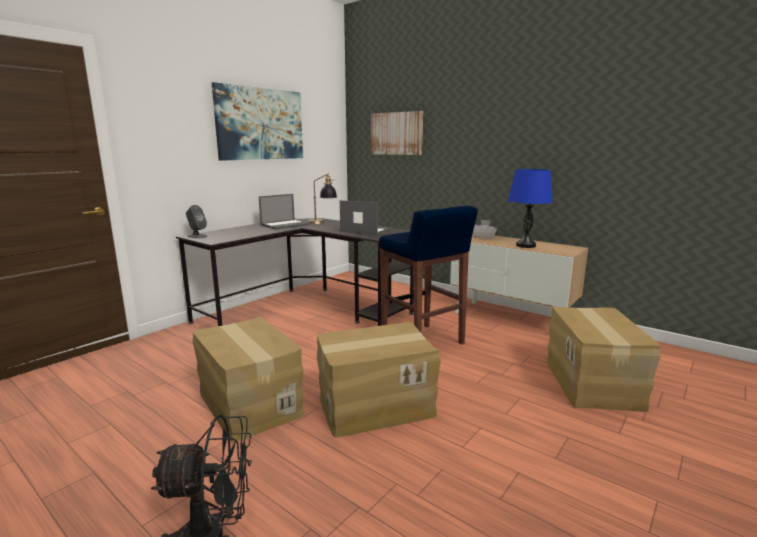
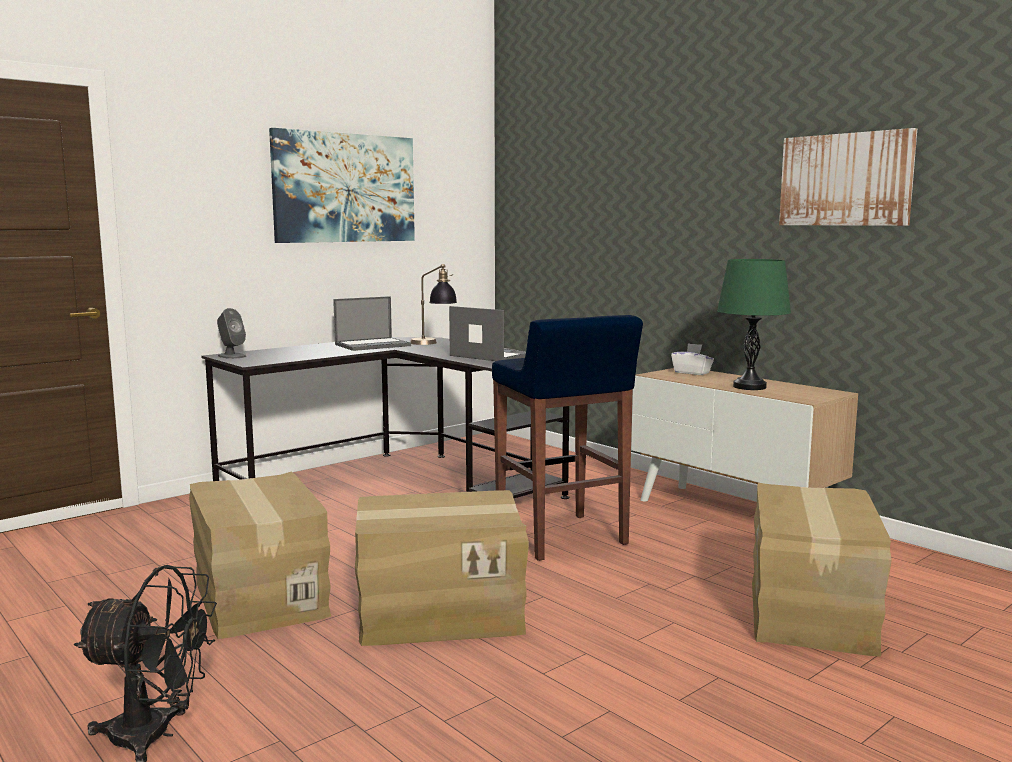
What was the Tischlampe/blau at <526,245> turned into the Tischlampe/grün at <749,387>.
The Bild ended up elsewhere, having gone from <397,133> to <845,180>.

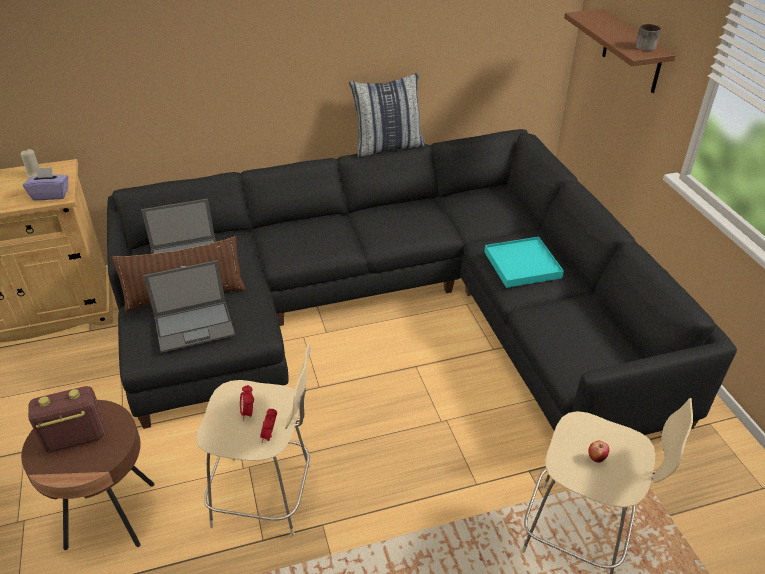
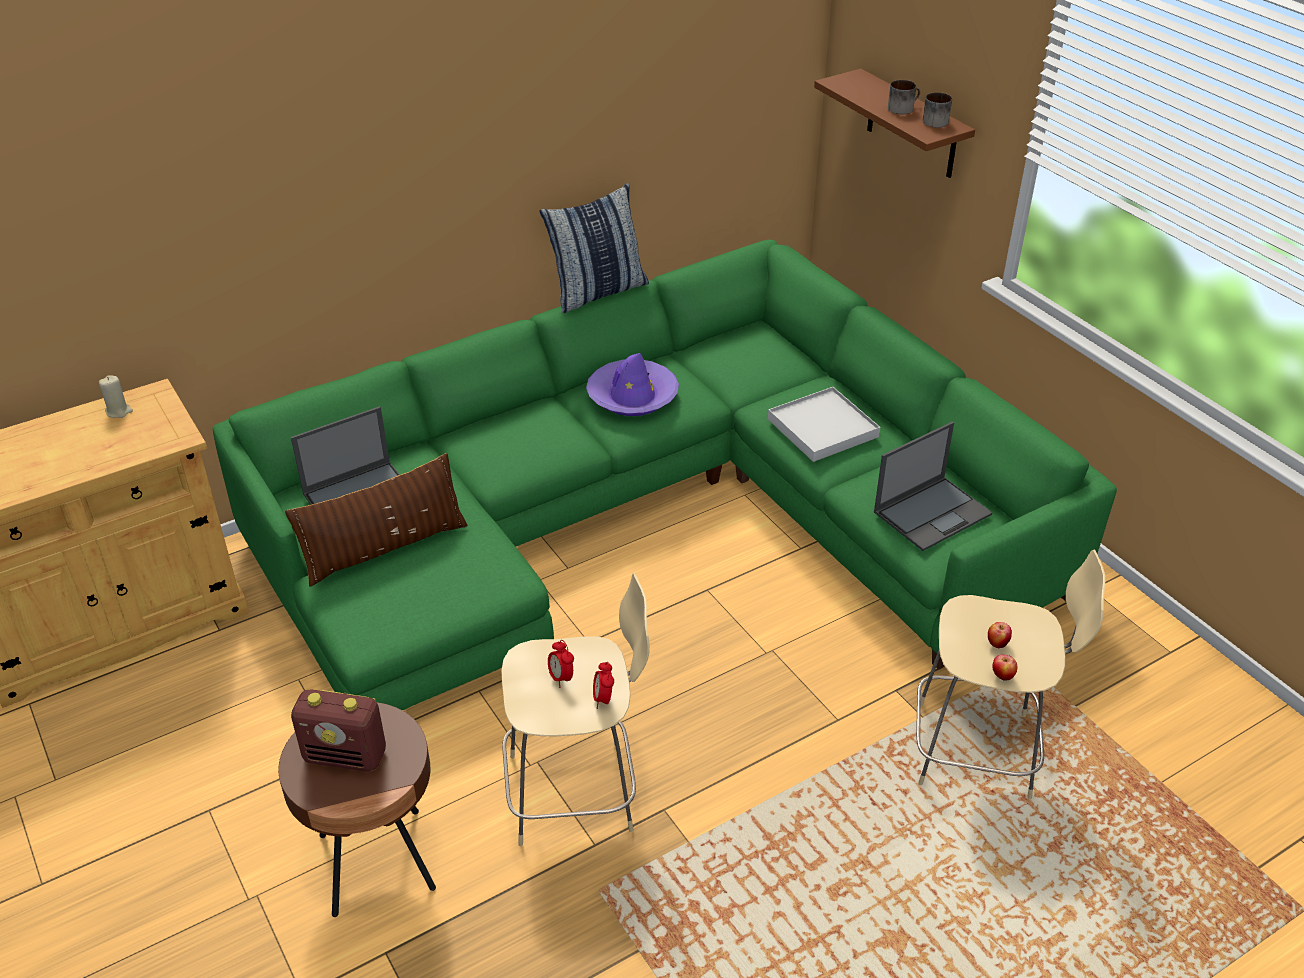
What was the Sofa/schwarz at <396,308> turned into the Sofa/grün at <650,517>.
The Radio at <75,439> ended up facing another way, 135 degrees counterclockwise from before.
The second view gained the Hut/lila at <632,396>.
What was the Tablett/türkis at <522,265> turned into the Tablett/weiß at <822,428>.
The Laptop ended up elsewhere, having gone from <195,326> to <933,512>.
The second view gained the Henkelbecher at <902,108>.
The second view gained the Apfel at <1002,676>.
The second view lost the Taschentuchbox/lila at <51,195>.

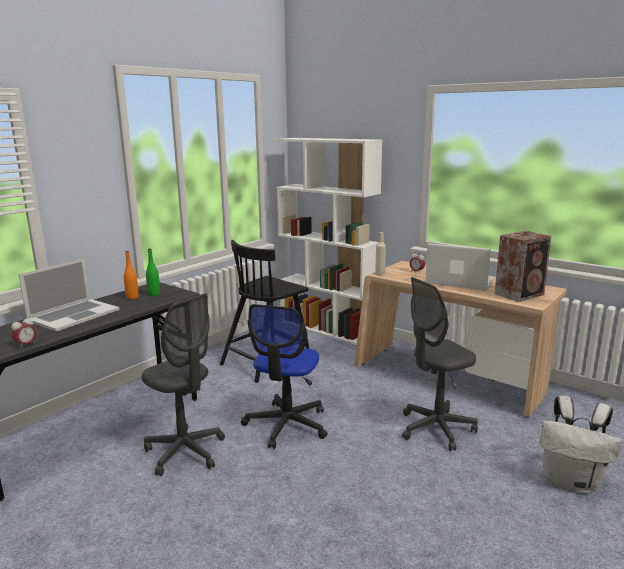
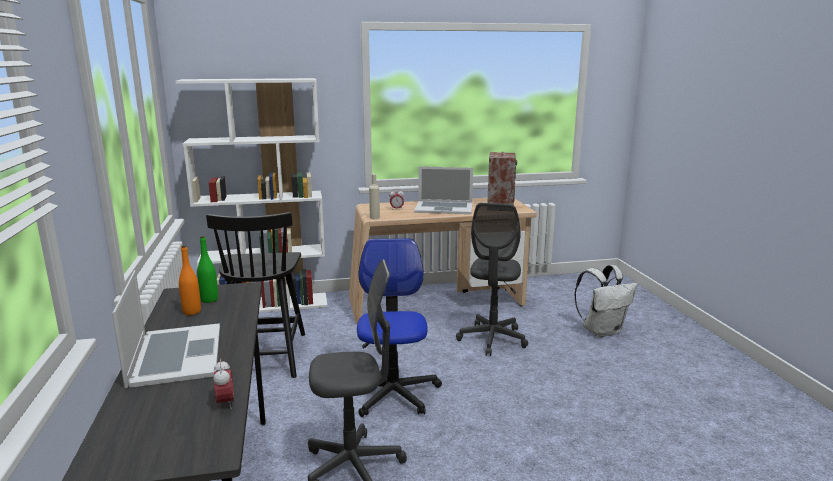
The Bürostuhl at <286,424> ended up facing another way, 150 degrees counterclockwise from before.
The Laptop at <459,281> ended up facing another way, 150 degrees counterclockwise from before.

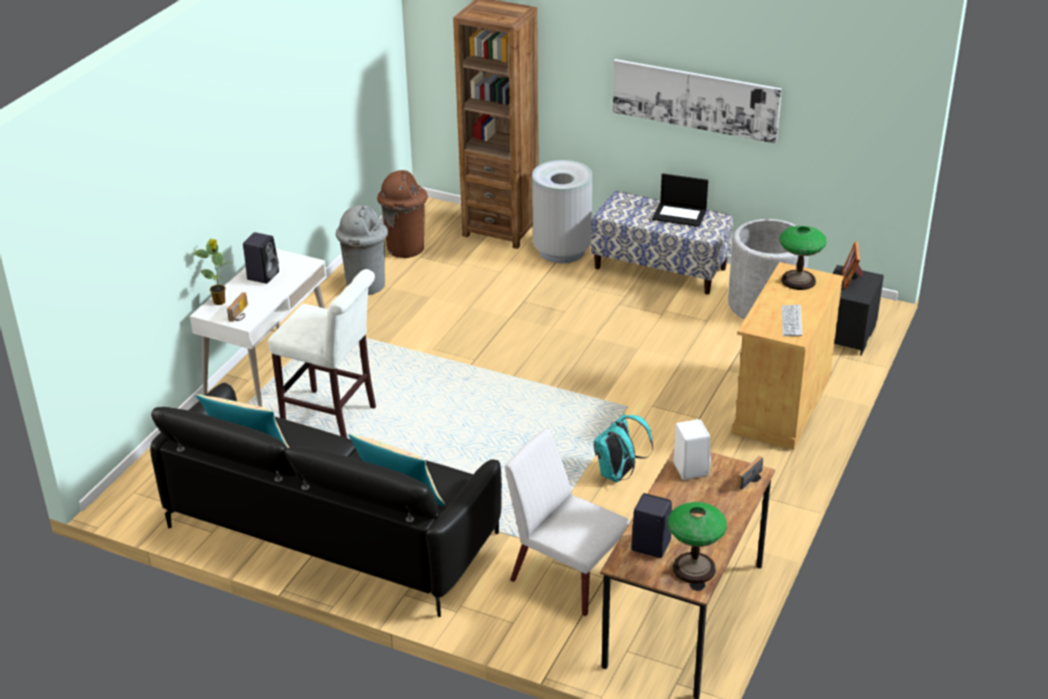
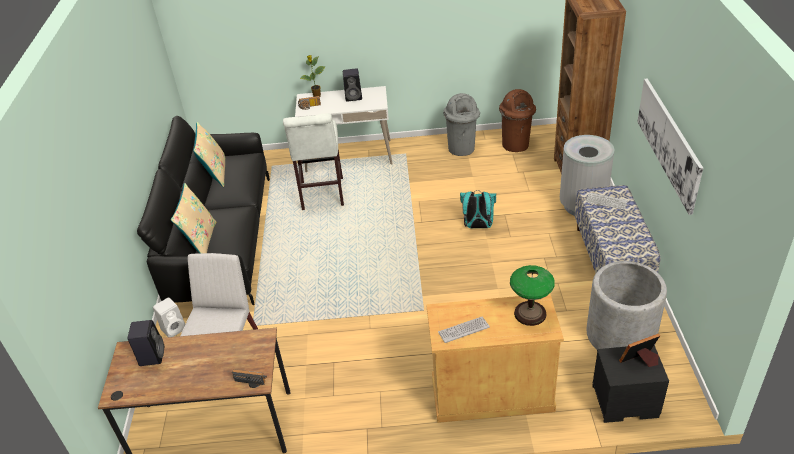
The Lautsprecher/weiß ended up elsewhere, having gone from <690,468> to <174,328>.
The Rucksack/türkis ended up elsewhere, having gone from <618,474> to <477,226>.
The second view gained the Tastatur at <606,202>.
The second view lost the Laptop at <680,214>.
The second view lost the Tischlampe at <694,568>.

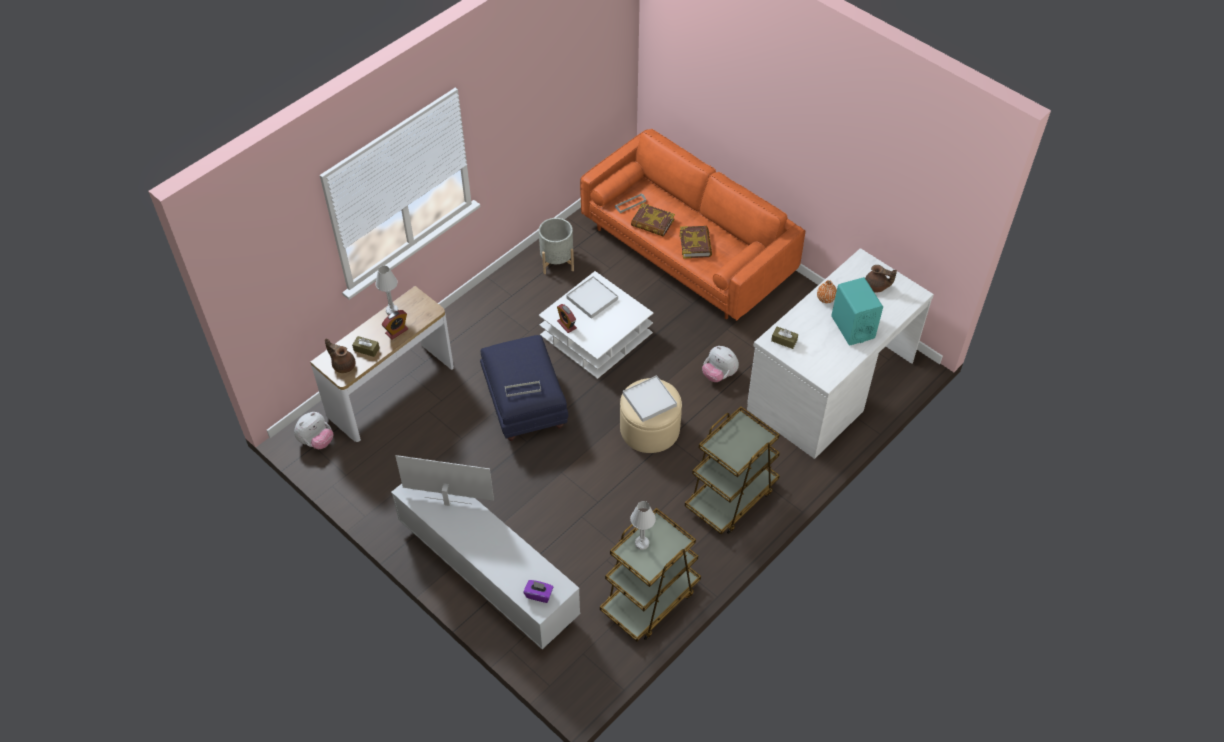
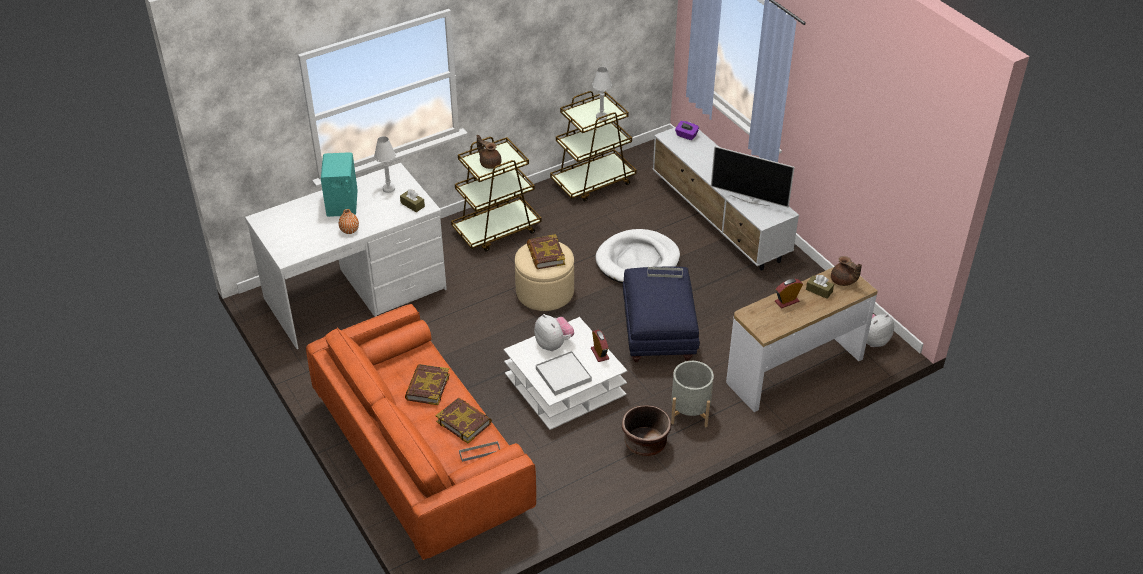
The Tischlampe/weiß ended up elsewhere, having gone from <392,310> to <389,189>.
The Teekanne/braun ended up elsewhere, having gone from <876,287> to <489,163>.
Where the Tablett/weiß stood at <649,400>, the Buch came to stand at <545,255>.
The Plüschtier ended up elsewhere, having gone from <719,374> to <553,344>.
The second view gained the Hundebett/weiß at <637,261>.
The second view gained the Pflanzkübel/braun at <645,444>.
The Pflanzkübel/grau ended up elsewhere, having gone from <557,261> to <690,412>.

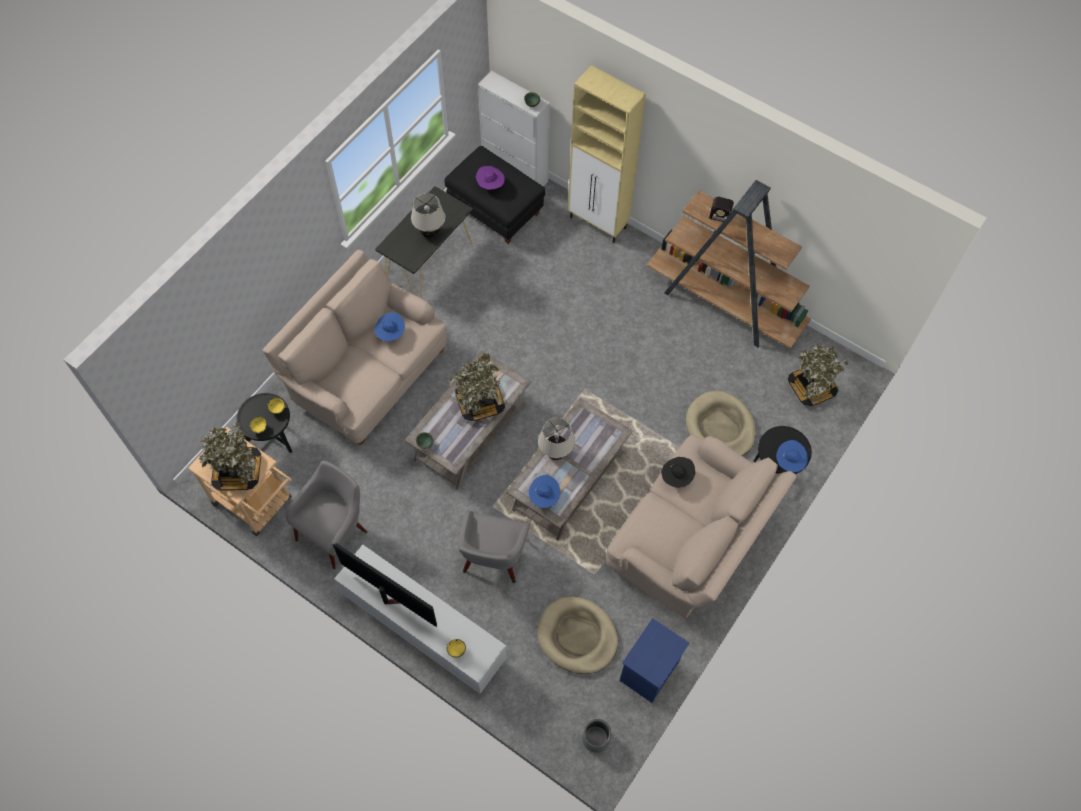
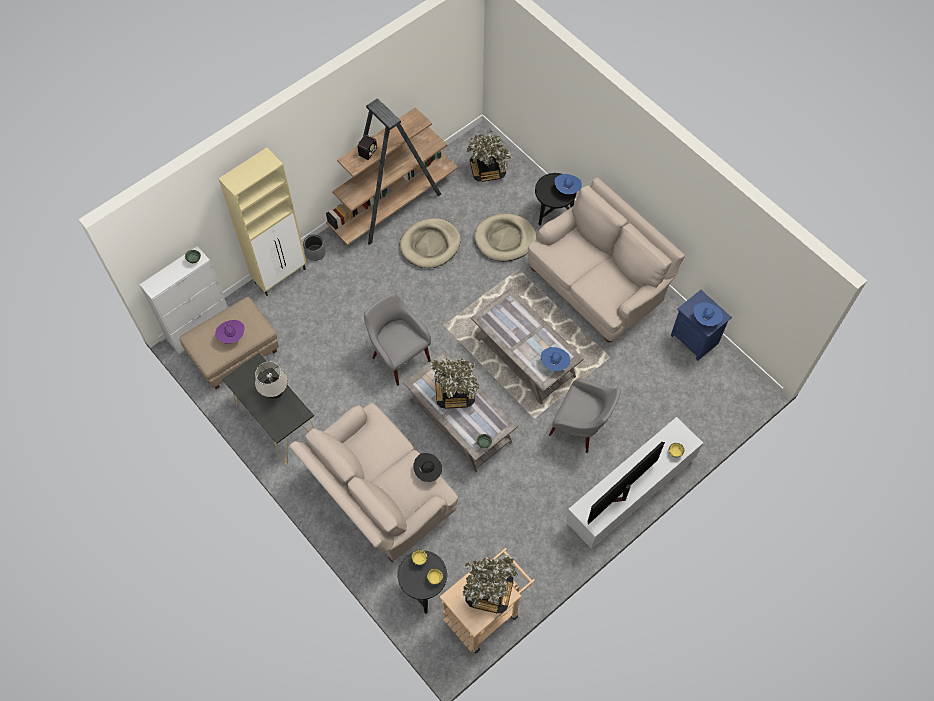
What was the Polsterhocker/schwarz at <494,209> turned into the Polsterhocker/beige at <234,354>.
The Pflanzkübel/grau ended up elsewhere, having gone from <595,738> to <315,253>.
The Sessel/grau ended up elsewhere, having gone from <334,531> to <399,356>.
The Hundebett/beige ended up elsewhere, having gone from <577,636> to <430,245>.
The Hut/schwarz ended up elsewhere, having gone from <676,477> to <428,472>.
The Hut/blau ended up elsewhere, having gone from <391,334> to <706,319>.
The second view lost the Tischlampe/beige at <555,453>.

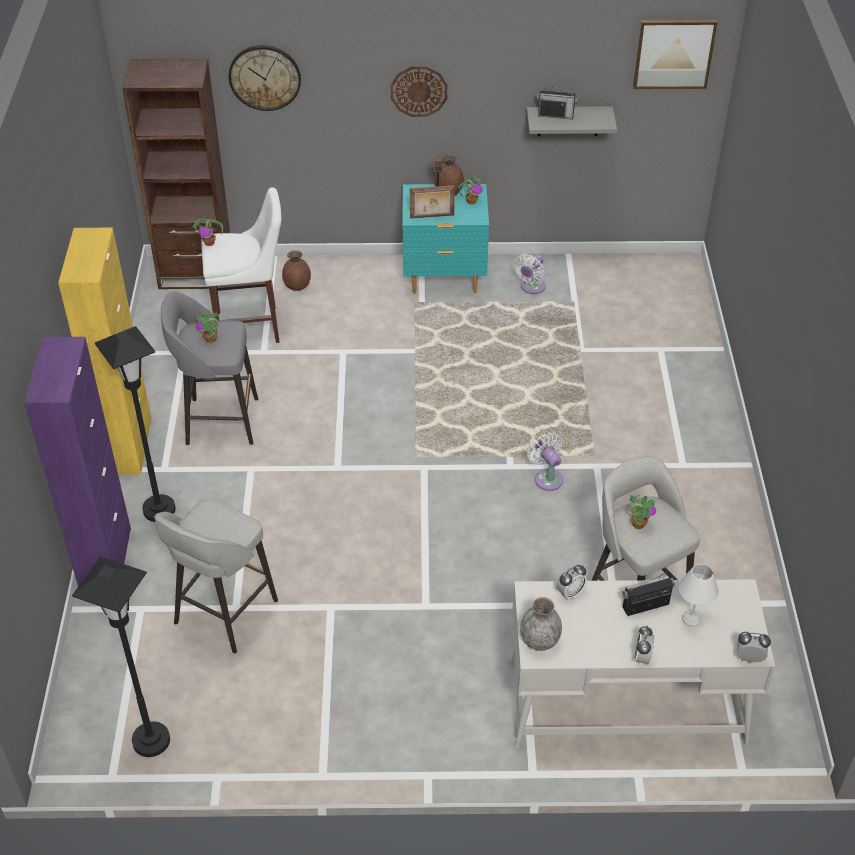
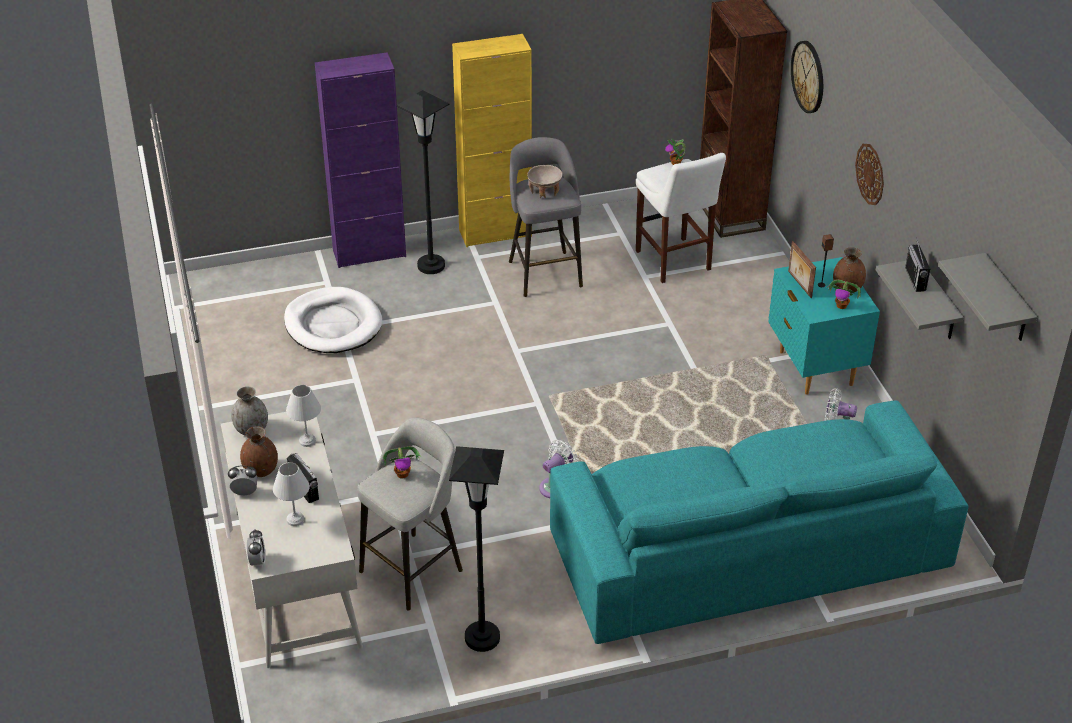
The Vase/braun ended up elsewhere, having gone from <297,286> to <261,470>.
Where the Hocker/grau stood at <224,614>, the Hundebett/weiß came to stand at <333,324>.
Where the Wecker stood at <570,593>, the Tischlampe/weiß came to stand at <308,440>.
The Stehlampe/schwarz ended up elsewhere, having gone from <151,741> to <482,638>.
Where the Topfpflanze stood at <211,339>, the Schüssel/beige came to stand at <544,191>.
The second view gained the Sofa/türkis at <747,548>.
Where the Bild hung at <673,53>, the Wandregal/grau came to hang at <1007,300>.

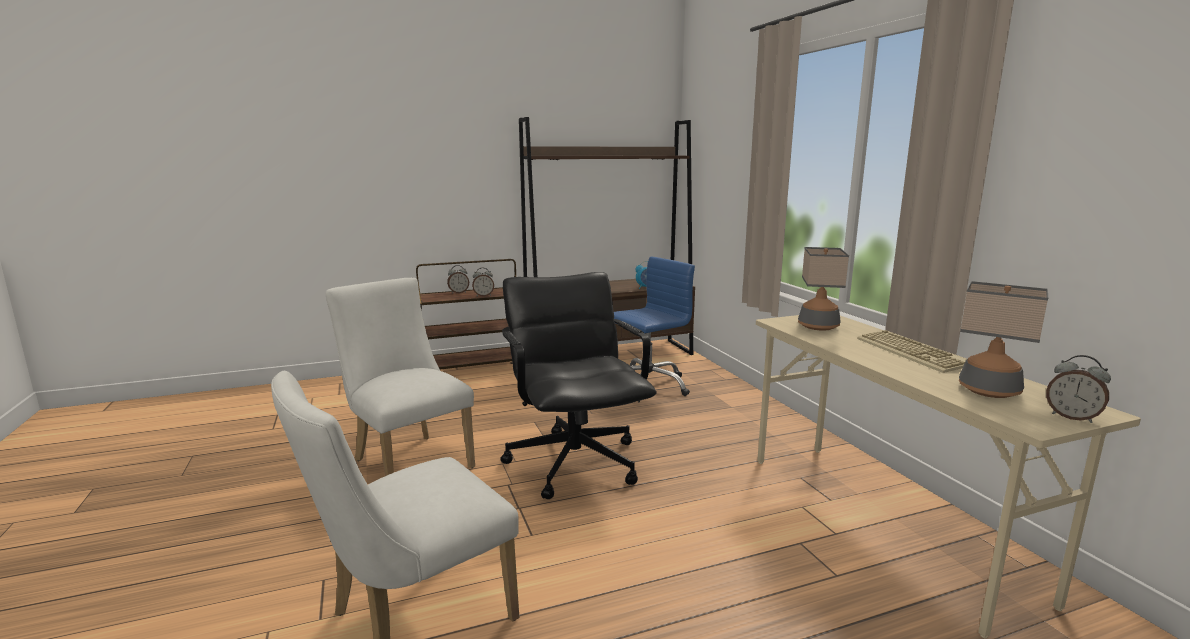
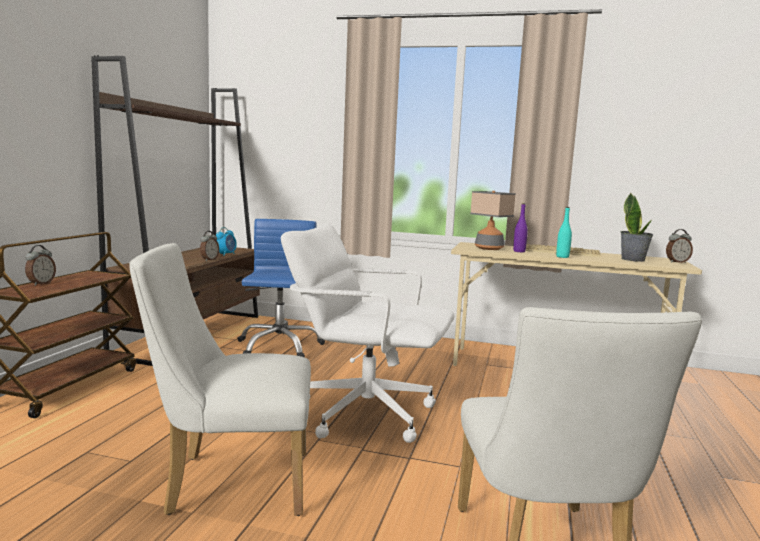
The Wecker ended up elsewhere, having gone from <483,295> to <209,260>.
What was the Bürostuhl/schwarz at <575,462> turned into the Bürostuhl/weiß at <365,412>.
The second view gained the Flasche/lila at <519,251>.
The second view gained the Flasche/türkis at <562,257>.
Where the Tischlampe stood at <988,390>, the Topfpflanze came to stand at <633,259>.

